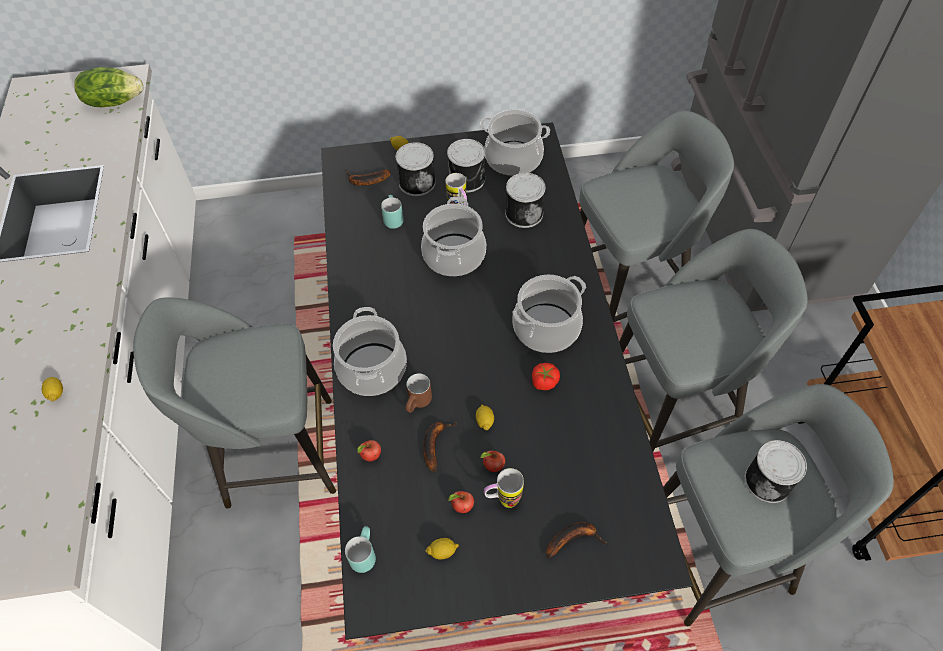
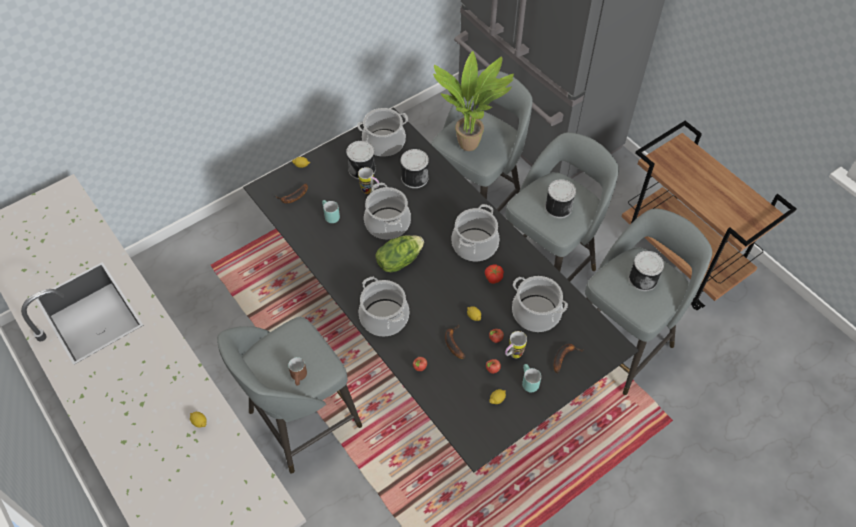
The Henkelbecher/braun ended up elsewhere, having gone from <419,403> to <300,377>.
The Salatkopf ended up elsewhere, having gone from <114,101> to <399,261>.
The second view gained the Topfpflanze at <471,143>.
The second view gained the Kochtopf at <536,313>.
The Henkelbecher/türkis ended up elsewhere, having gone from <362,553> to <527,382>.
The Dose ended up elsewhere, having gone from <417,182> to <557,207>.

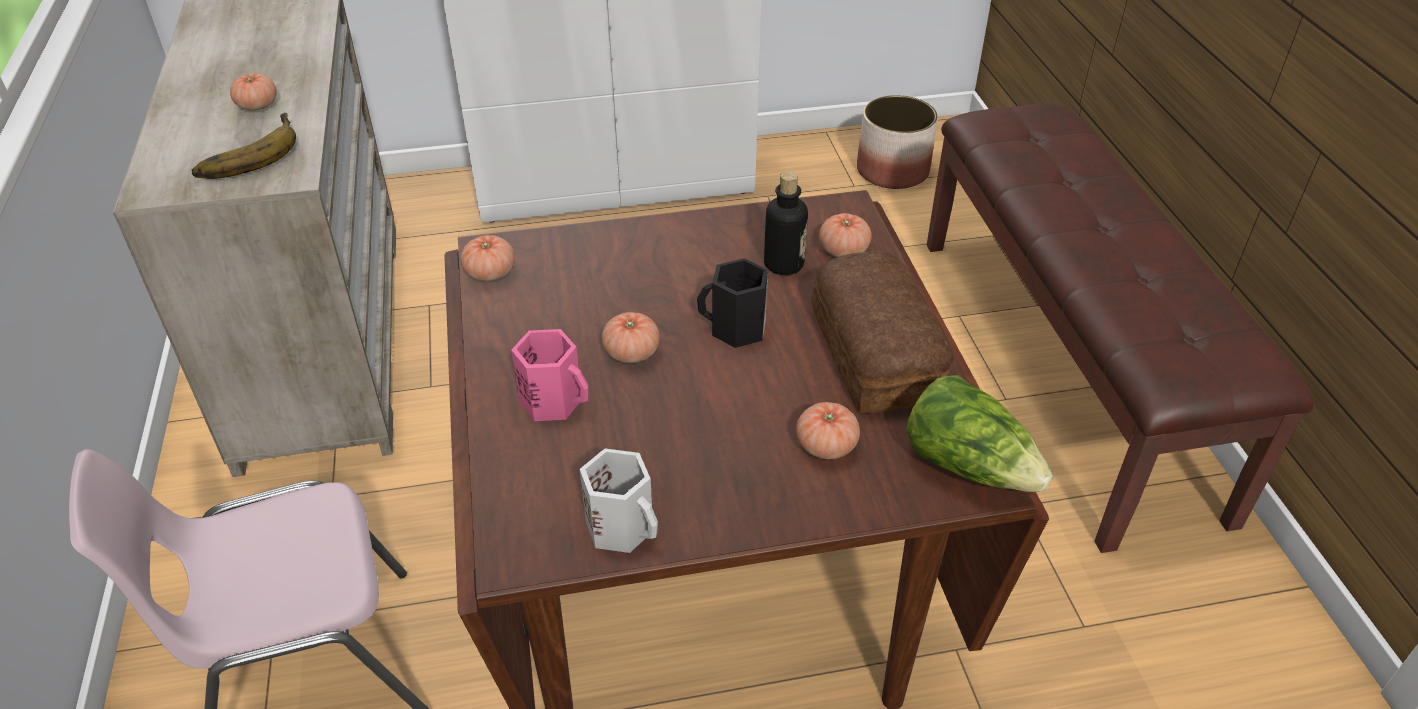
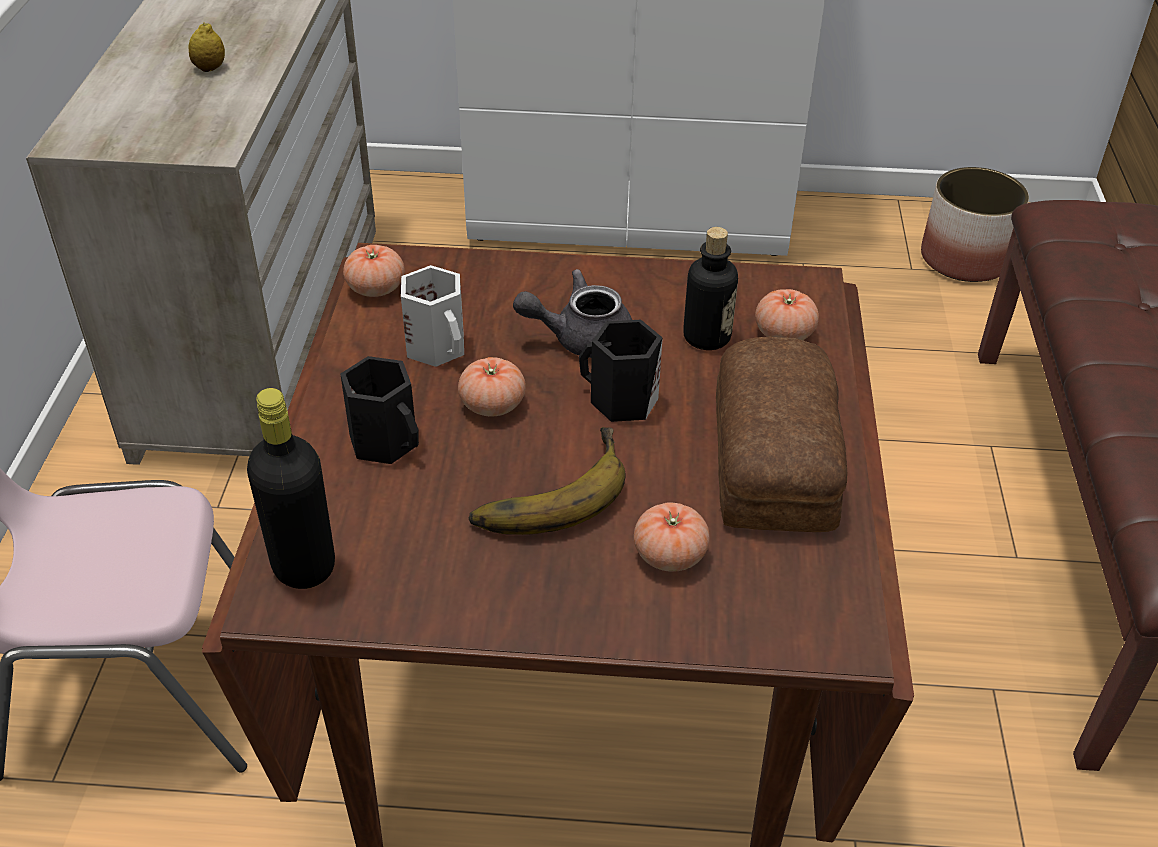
Where the Tomate stood at <257,105>, the Zitrone came to stand at <210,68>.
The second view gained the Flasche/schwarz at <304,566>.
What was the Henkelbecher/rosa at <554,400> turned into the Henkelbecher/schwarz at <387,440>.
The Henkelbecher/weiß ended up elsewhere, having gone from <623,526> to <439,346>.
The Banane ended up elsewhere, having gone from <246,154> to <546,490>.
The second view gained the Teekanne/grau at <580,338>.
The second view lost the Salatkopf at <969,465>.

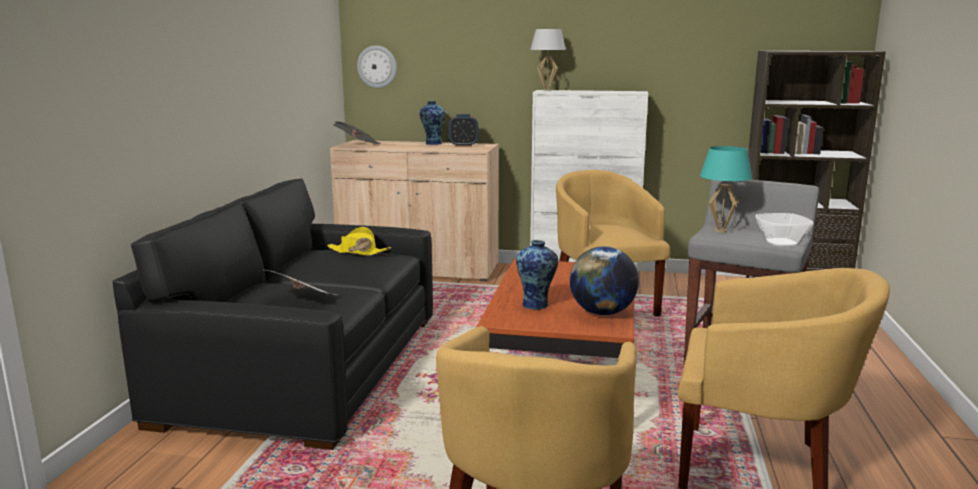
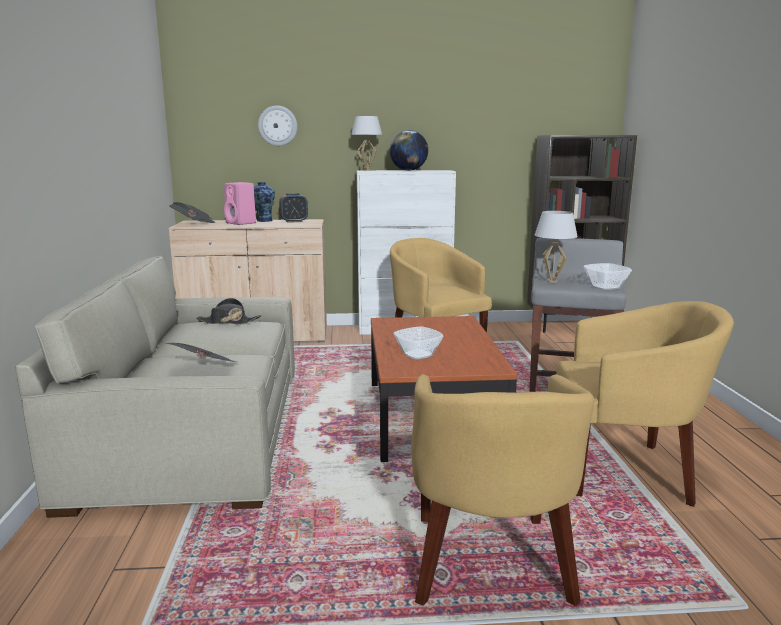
What was the Sofa/schwarz at <306,365> turned into the Sofa/beige at <193,433>.
What was the Hut/gelb at <358,252> turned into the Hut/schwarz at <228,322>.
The second view gained the Lautsprecher/rosa at <241,223>.
The Wanduhr ended up elsewhere, having gone from <377,66> to <277,126>.
The Globus ended up elsewhere, having gone from <602,313> to <408,170>.
Where the Vase stood at <536,305>, the Schüssel came to stand at <419,355>.
What was the Tischlampe/türkis at <720,231> turned into the Tischlampe/weiß at <552,281>.

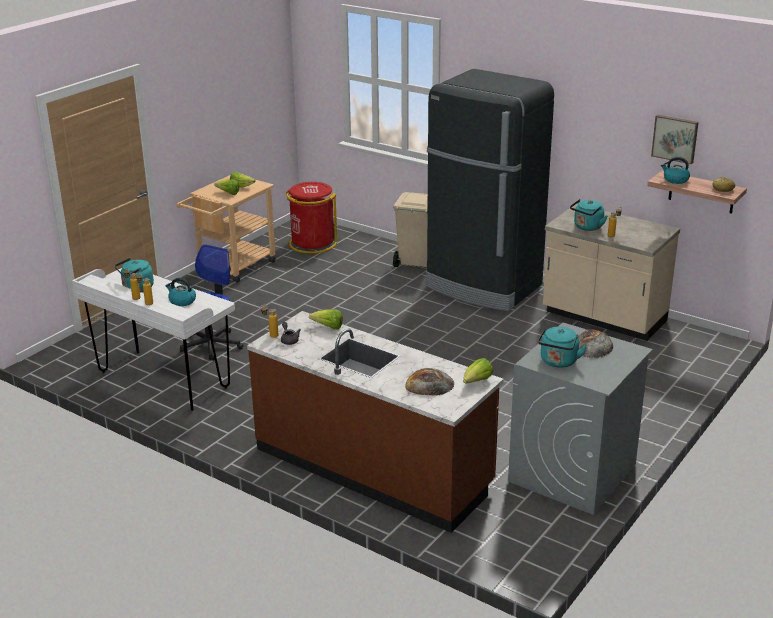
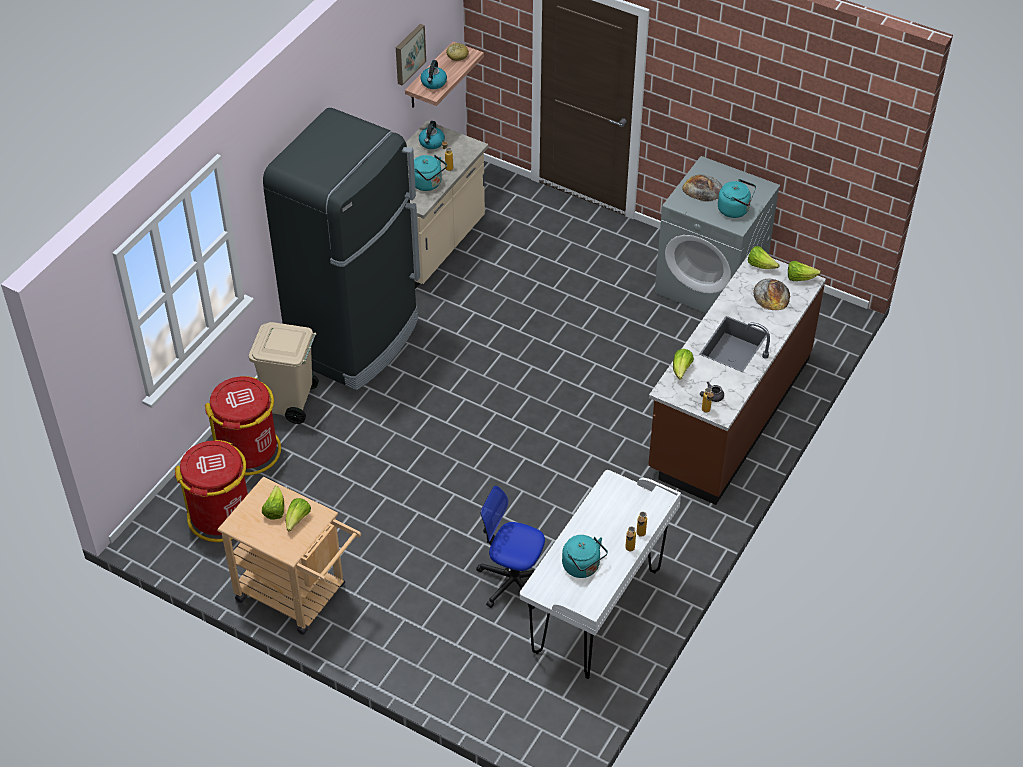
The second view gained the Mülleimer/rot at <249,451>.
The Wasserkessel ended up elsewhere, having gone from <182,301> to <431,143>.
The second view gained the Salatkopf at <800,278>.

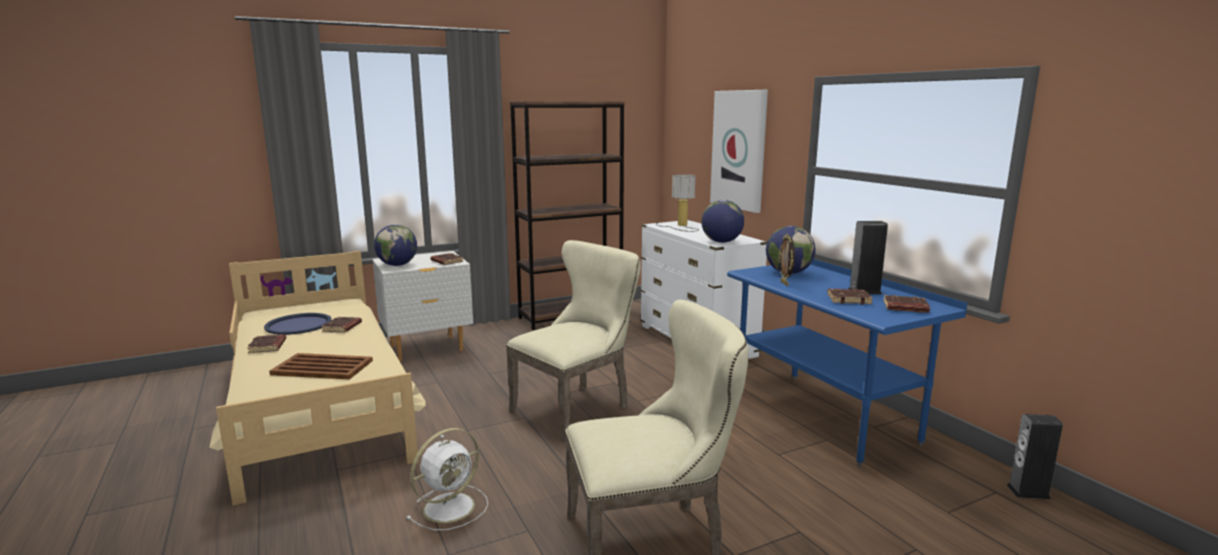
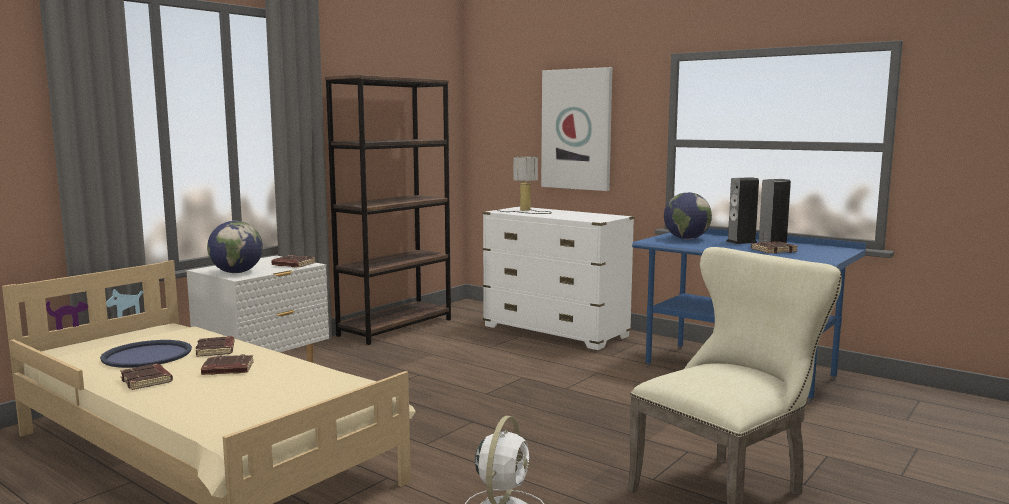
The Buch/braun ended up elsewhere, having gone from <905,308> to <227,369>.
The Lautsprecher ended up elsewhere, having gone from <1028,492> to <741,242>.
The second view lost the Tablett/braun at <322,367>.
The second view lost the Stuhl/beige at <577,408>.
The second view lost the Globus at <721,242>.
The second view lost the Bilderrahmen at <785,283>.

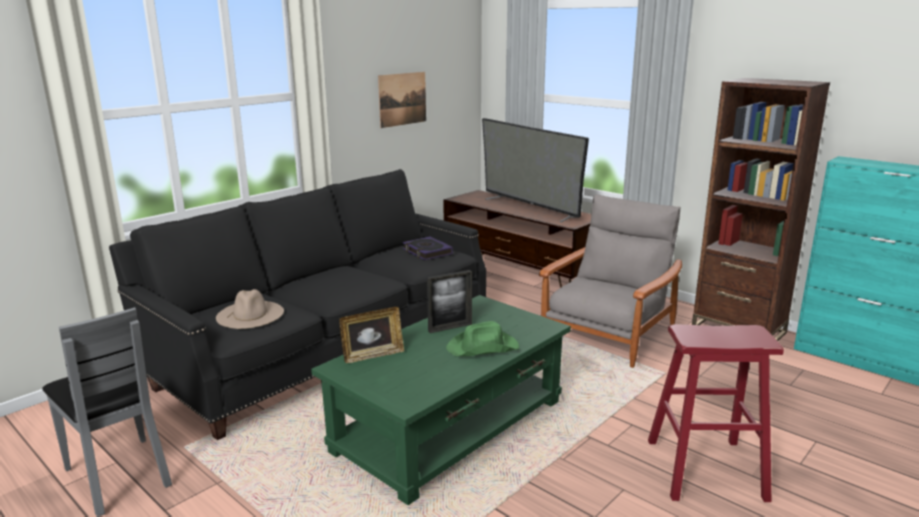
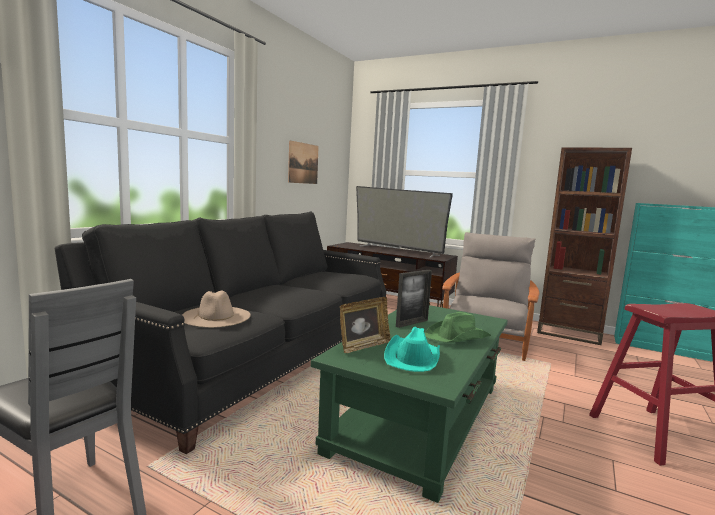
The second view gained the Hut/türkis at <413,357>.
The second view lost the Buch at <427,252>.

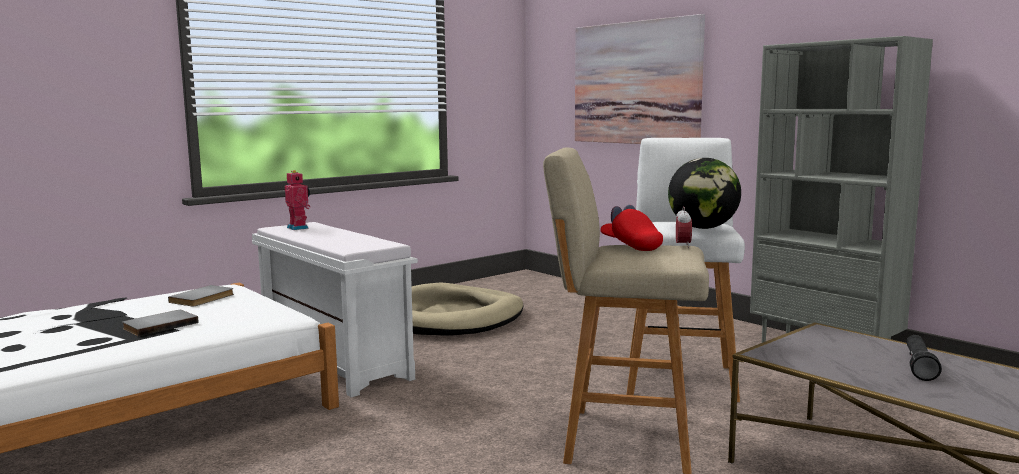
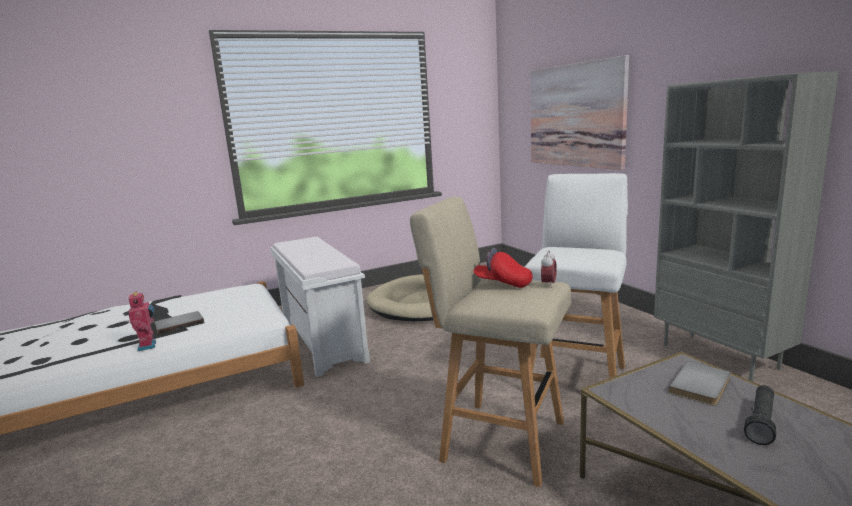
The Spielzeugroboter ended up elsewhere, having gone from <299,228> to <148,346>.
The Kappe/rot at <630,246> ended up facing another way, 45 degrees counterclockwise from before.
The Buch/grau ended up elsewhere, having gone from <203,298> to <702,386>.
The second view lost the Globus at <703,228>.

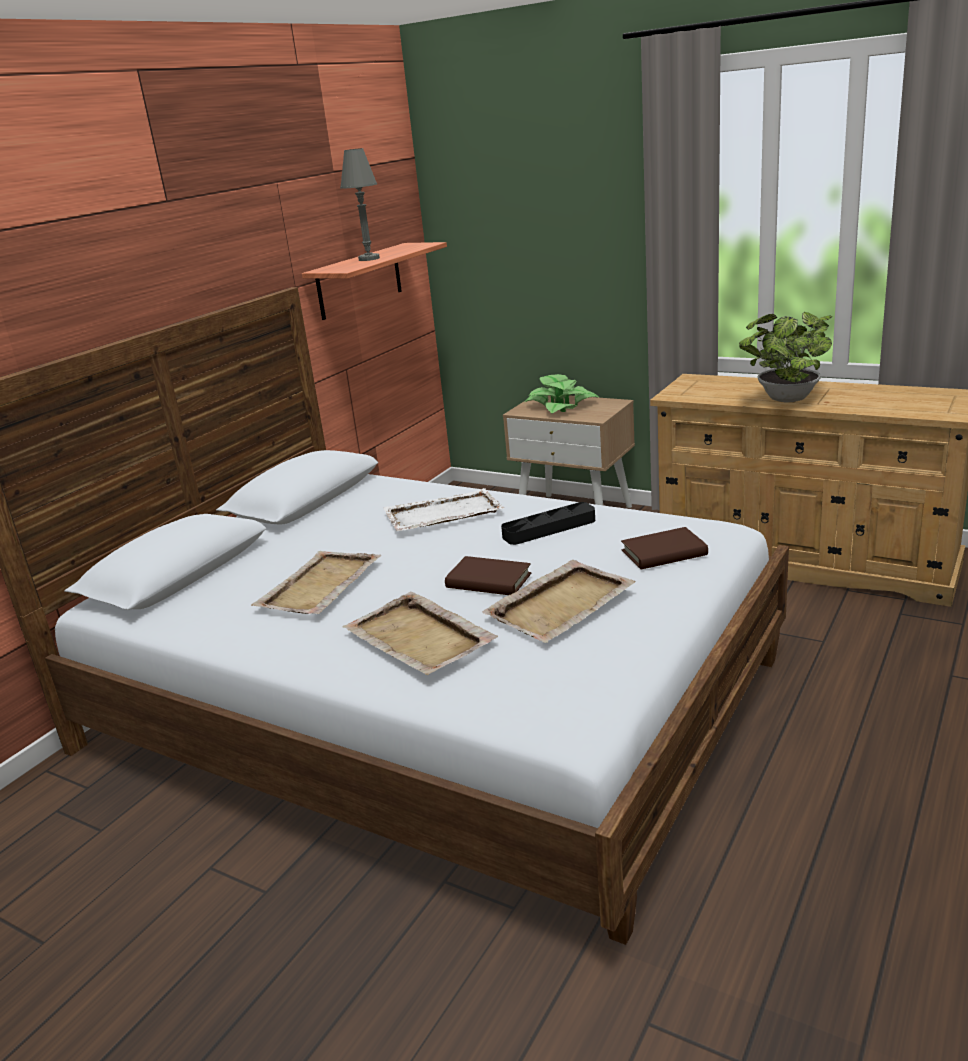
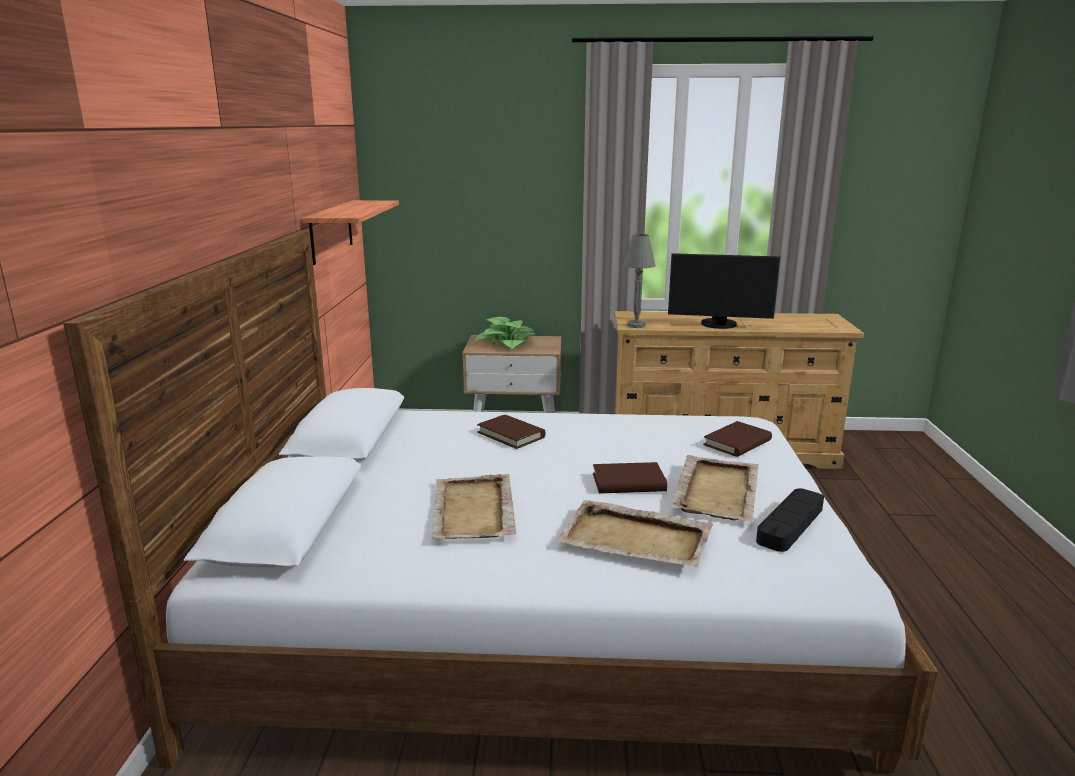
Where the Tablett/weiß stood at <442,514>, the Buch/braun came to stand at <511,435>.
The Tischlampe/grau ended up elsewhere, having gone from <369,259> to <636,325>.
Where the Topfpflanze stood at <784,400>, the Monitor came to stand at <719,325>.
The Tablett/schwarz ended up elsewhere, having gone from <549,528> to <790,524>.

